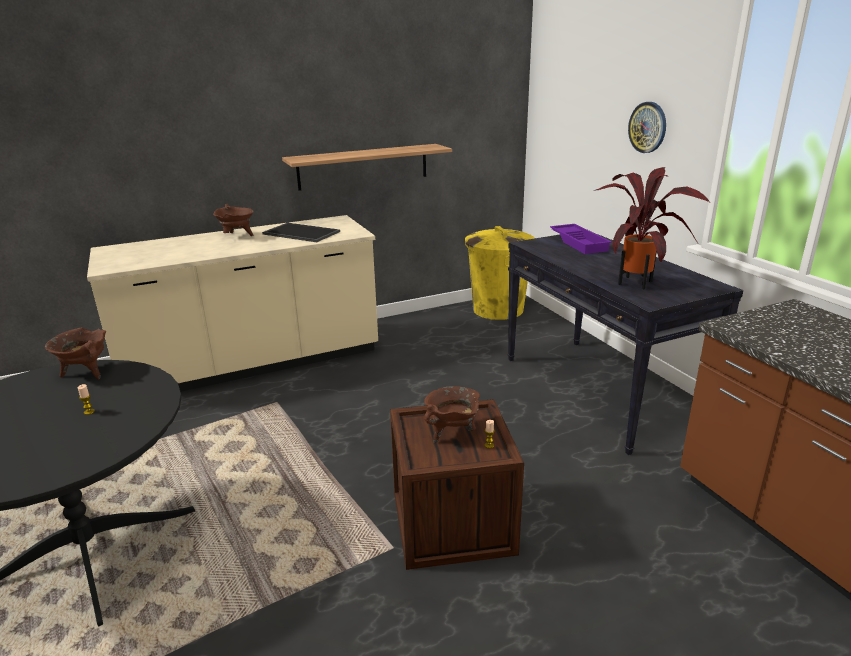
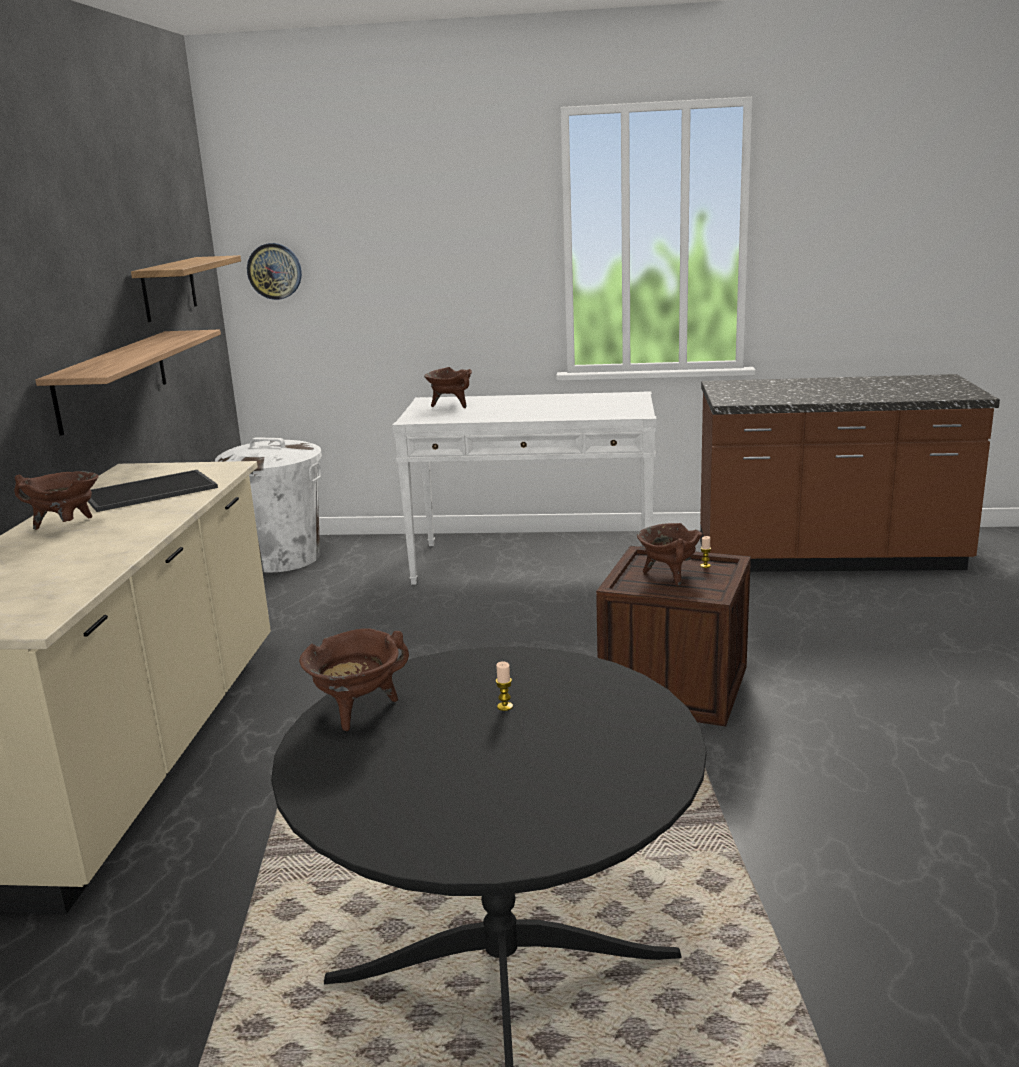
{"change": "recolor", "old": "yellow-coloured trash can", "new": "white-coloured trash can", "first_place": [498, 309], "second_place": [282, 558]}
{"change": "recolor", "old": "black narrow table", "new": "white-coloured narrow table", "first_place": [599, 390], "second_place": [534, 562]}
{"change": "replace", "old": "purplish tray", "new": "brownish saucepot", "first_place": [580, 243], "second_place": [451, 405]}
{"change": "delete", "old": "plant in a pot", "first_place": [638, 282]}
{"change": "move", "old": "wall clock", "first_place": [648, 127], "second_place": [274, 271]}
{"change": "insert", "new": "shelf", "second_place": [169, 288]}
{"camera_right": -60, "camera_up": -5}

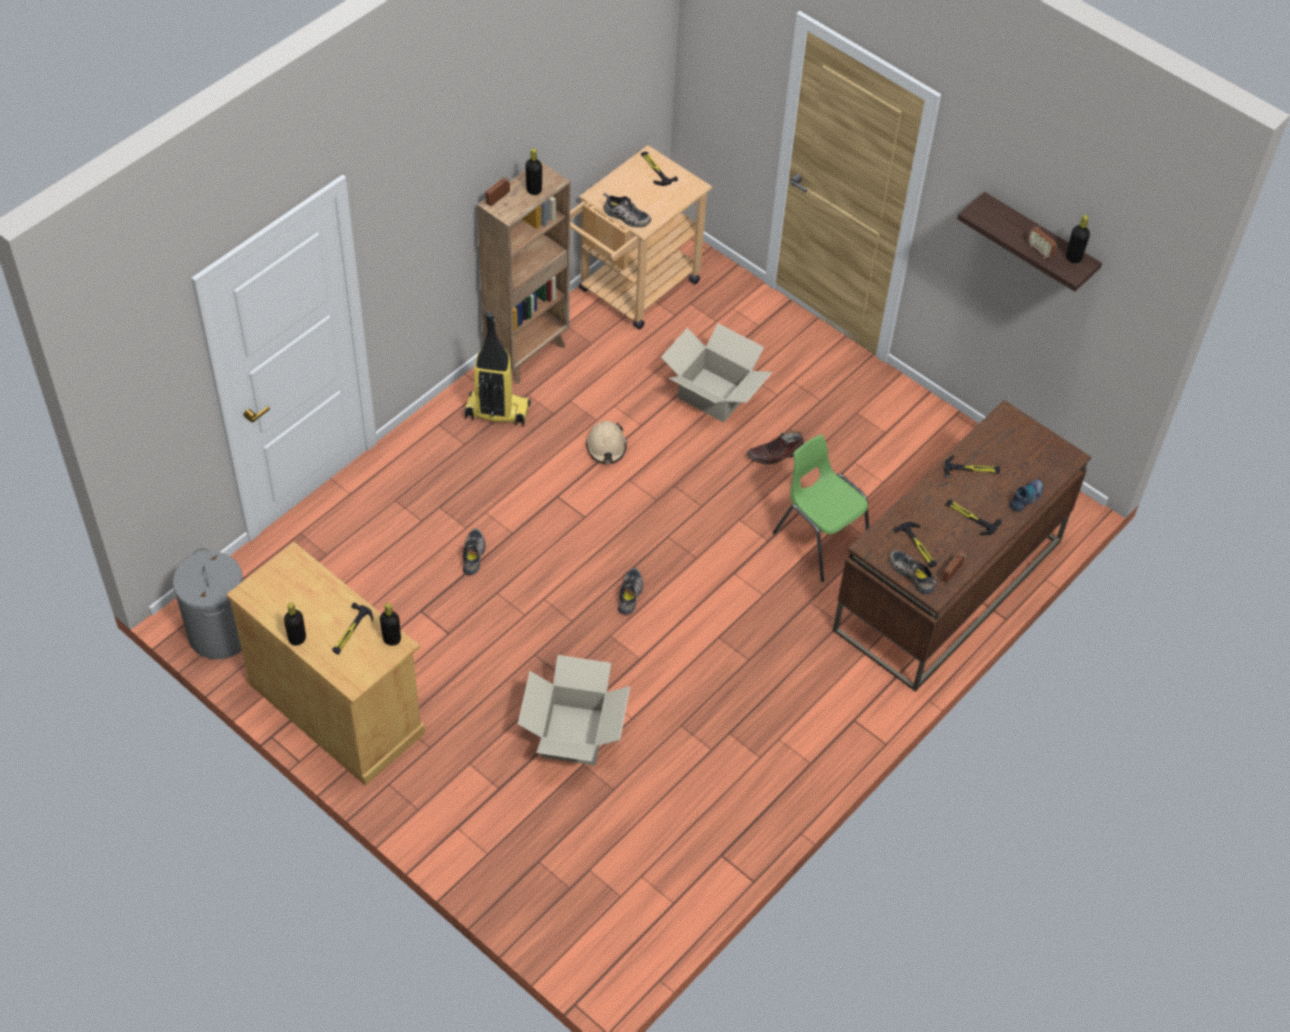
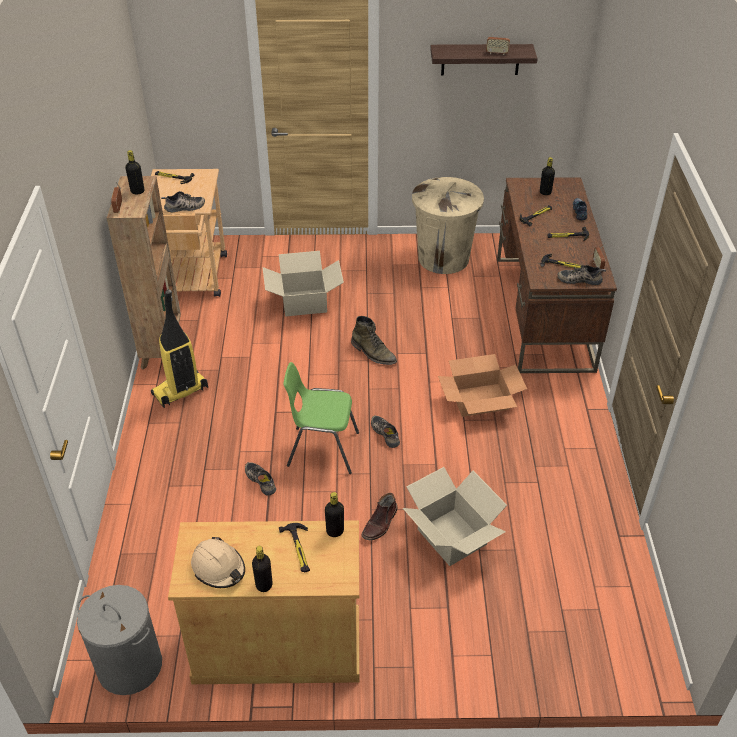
{"change": "move", "old": "beige-coloured work helmet", "first_place": [606, 447], "second_place": [218, 568]}
{"change": "move", "old": "brownish tall boot", "first_place": [775, 454], "second_place": [380, 523]}
{"change": "move", "old": "green chair", "first_place": [820, 540], "second_place": [322, 449]}
{"change": "move", "old": "black beverage bottle", "first_place": [1073, 258], "second_place": [545, 192]}
{"change": "insert", "new": "green tall boot", "second_place": [373, 353]}
{"change": "insert", "new": "beige-coloured trash can", "second_place": [444, 258]}
{"change": "insert", "new": "packing box", "second_place": [480, 400]}
{"camera_right": -40, "camera_up": -10}

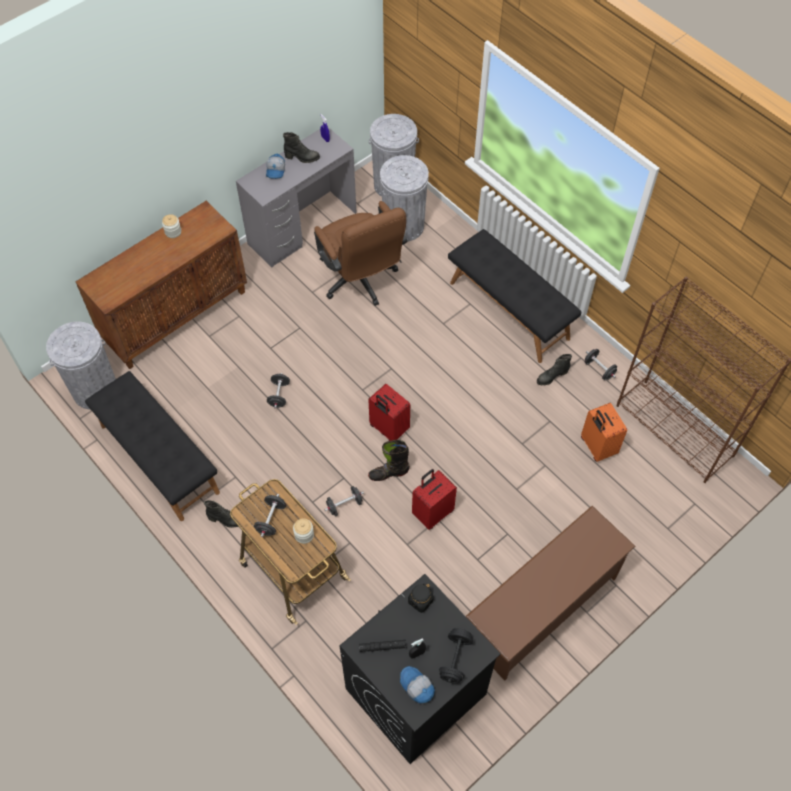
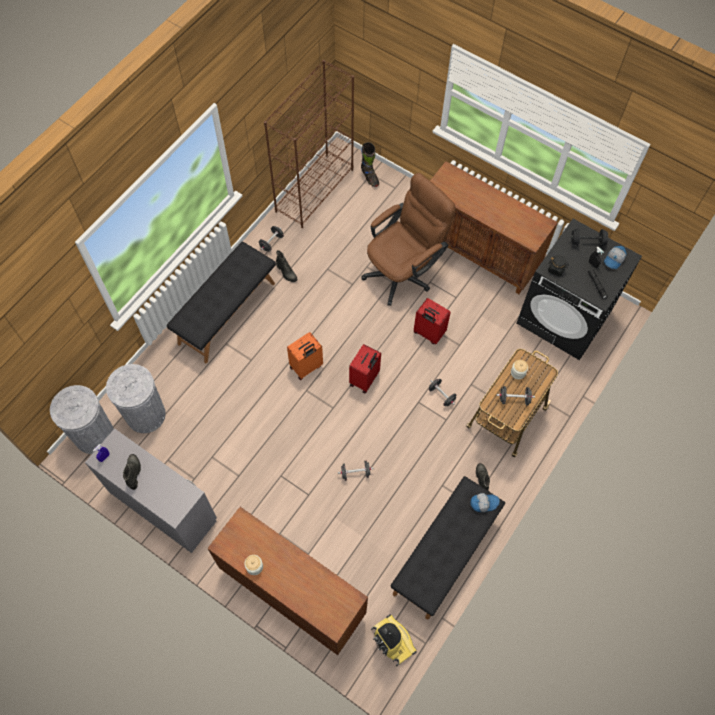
{"change": "replace", "old": "greyish trash can", "new": "vacuum", "first_place": [95, 390], "second_place": [392, 640]}
{"change": "move", "old": "cap", "first_place": [276, 170], "second_place": [483, 503]}
{"change": "move", "old": "brownish desk chair", "first_place": [361, 281], "second_place": [403, 271]}
{"change": "move", "old": "black tall boot", "first_place": [388, 473], "second_place": [369, 177]}
{"change": "replace", "old": "brownish shoe rack", "new": "brownish cupboard", "first_place": [541, 608], "second_place": [479, 253]}
{"change": "move", "old": "orange-coloured travel case", "first_place": [597, 447], "second_place": [306, 367]}
{"camera_right": -105, "camera_up": 5}

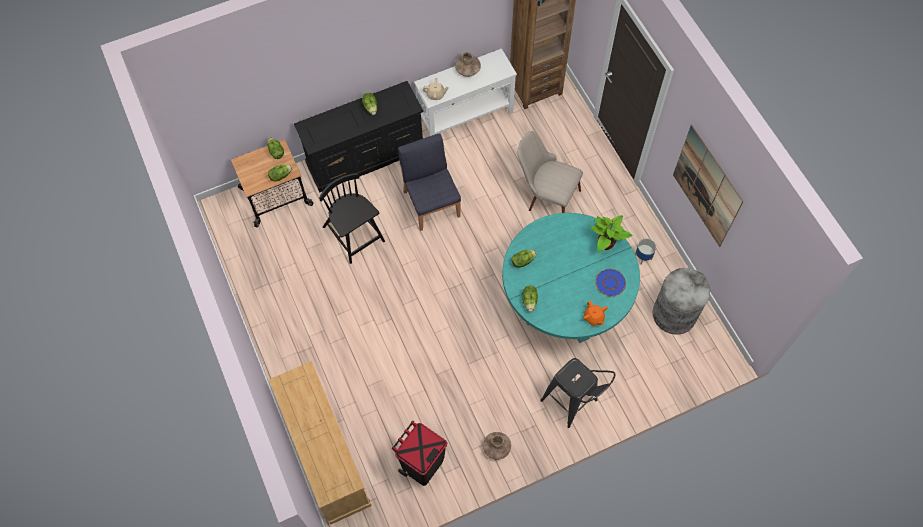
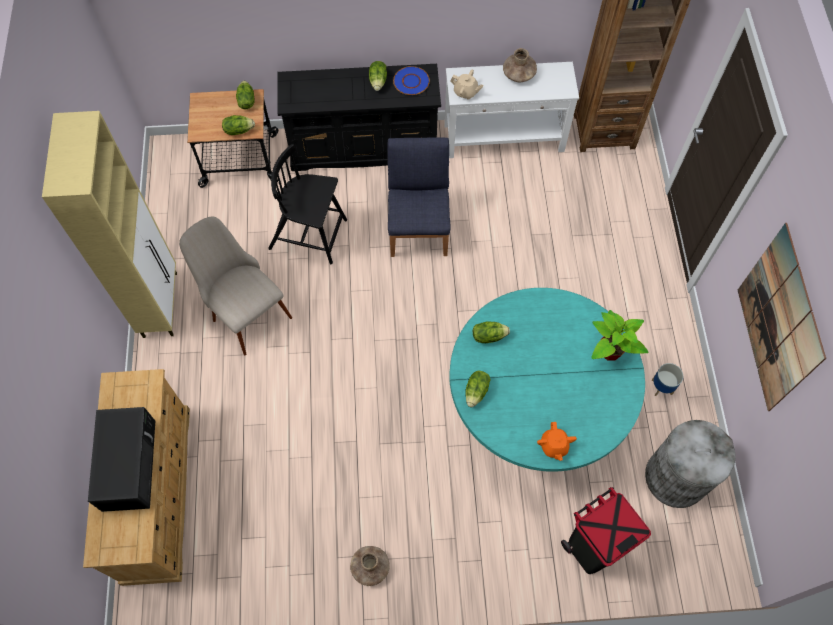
{"change": "rotate", "old": "black chair", "first_place": [354, 235], "second_place": [309, 235], "degrees": -60}
{"change": "move", "old": "black trash can", "first_place": [422, 465], "second_place": [593, 546]}
{"change": "move", "old": "beige-coloured chair", "first_place": [546, 196], "second_place": [244, 310]}
{"change": "delete", "old": "black sitting stool", "first_place": [573, 404]}
{"change": "move", "old": "bluish dinner plate", "first_place": [610, 282], "second_place": [411, 81]}
{"change": "insert", "new": "beige-coloured cupboard", "second_place": [160, 303]}
{"change": "insert", "new": "black microwave", "second_place": [128, 463]}
{"camera_right": 20, "camera_up": 0}

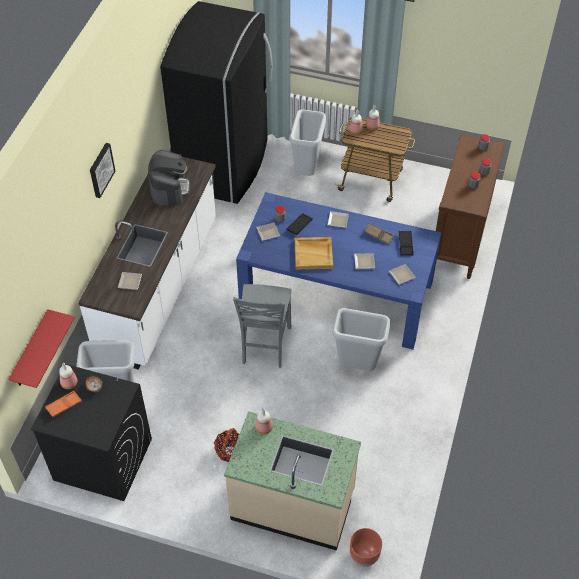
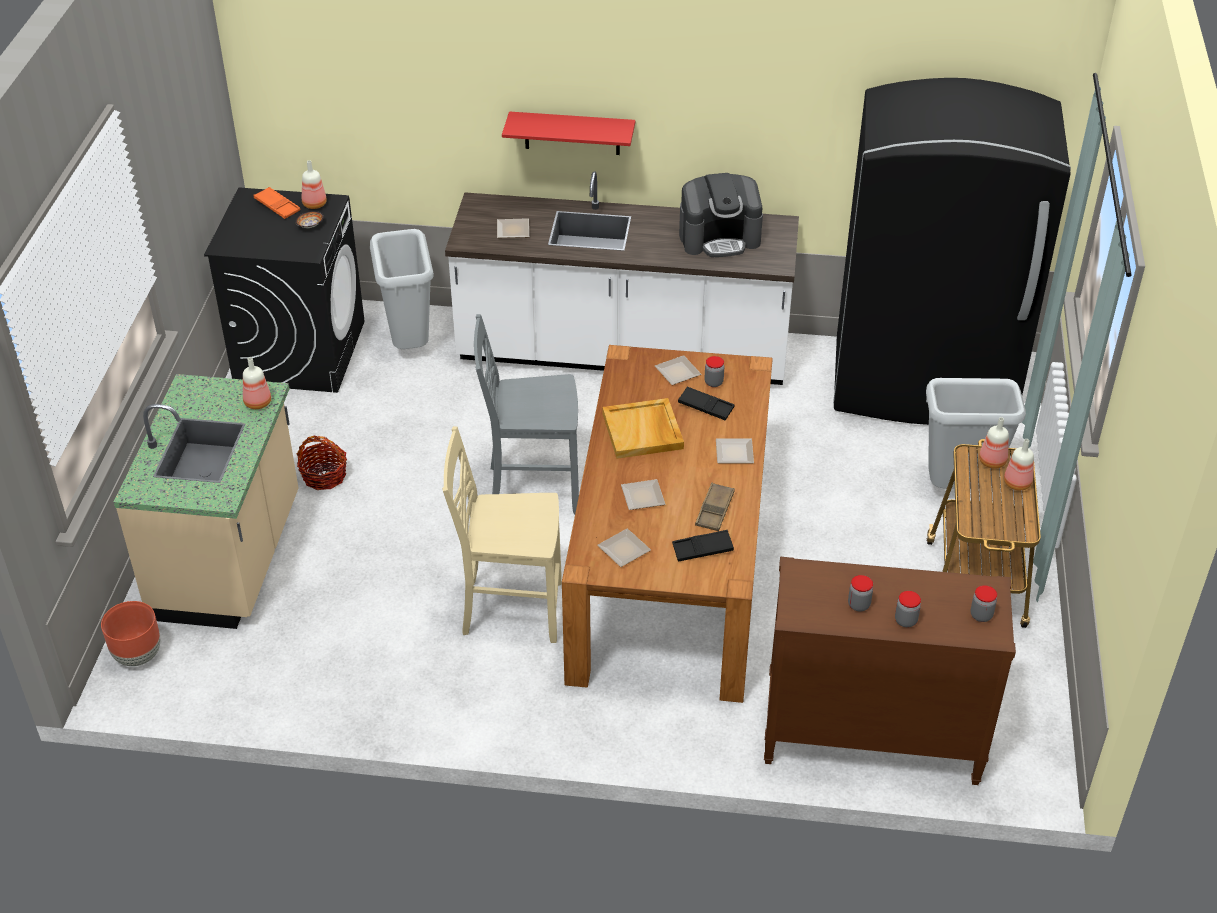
{"change": "move", "old": "red-coloured shelf", "first_place": [31, 351], "second_place": [572, 133]}
{"change": "delete", "old": "wall picture", "first_place": [100, 170]}
{"change": "recolor", "old": "bluish dining table", "new": "brownish dining table", "first_place": [336, 293], "second_place": [670, 565]}
{"change": "replace", "old": "greyish trash can", "new": "beige-coloured chair", "first_place": [357, 367], "second_place": [510, 609]}
{"camera_right": 80, "camera_up": -10}

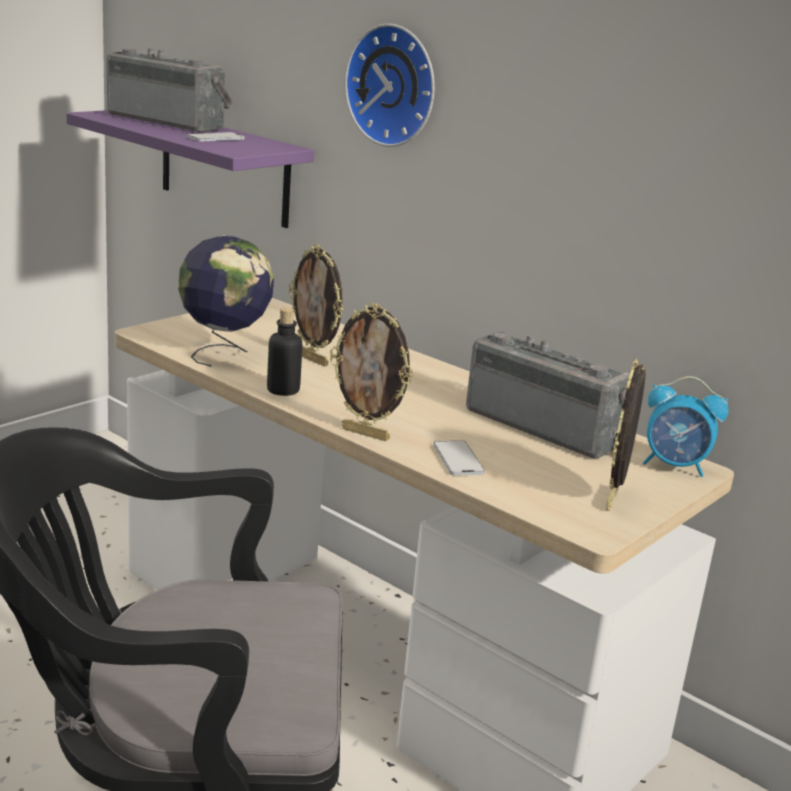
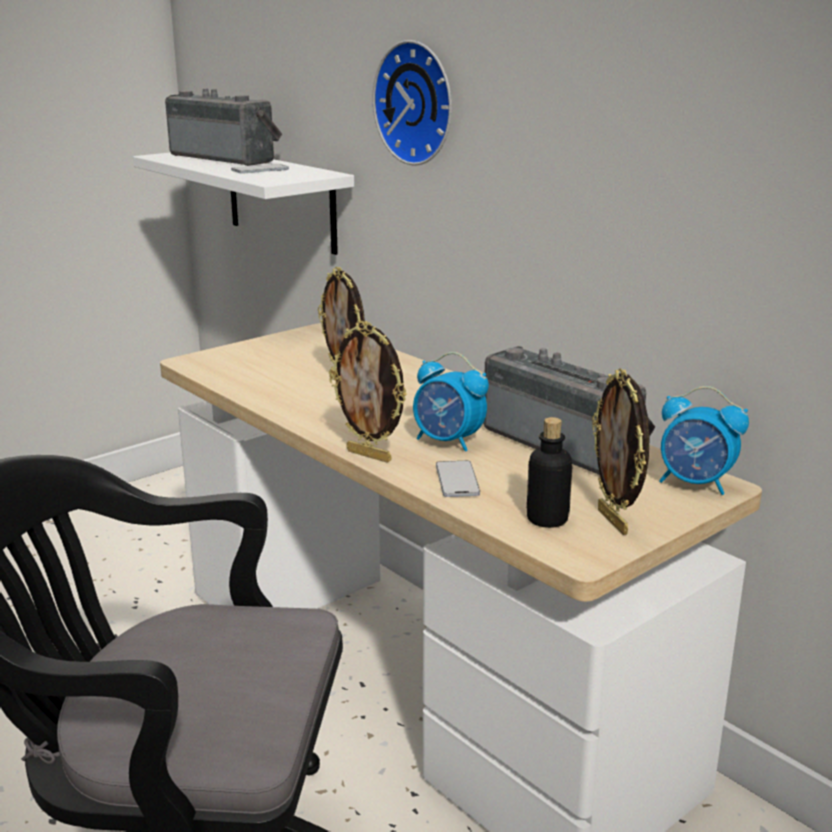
{"change": "recolor", "old": "purplish shelf", "new": "white-coloured shelf", "first_place": [224, 168], "second_place": [281, 199]}
{"change": "delete", "old": "world globe", "first_place": [224, 353]}
{"change": "move", "old": "beverage bottle", "first_place": [283, 390], "second_place": [547, 519]}
{"change": "rotate", "old": "picture frame", "first_place": [614, 500], "second_place": [614, 521], "degrees": -45}
{"change": "insert", "new": "table clock", "second_place": [448, 442]}
{"camera_right": 10, "camera_up": 0}

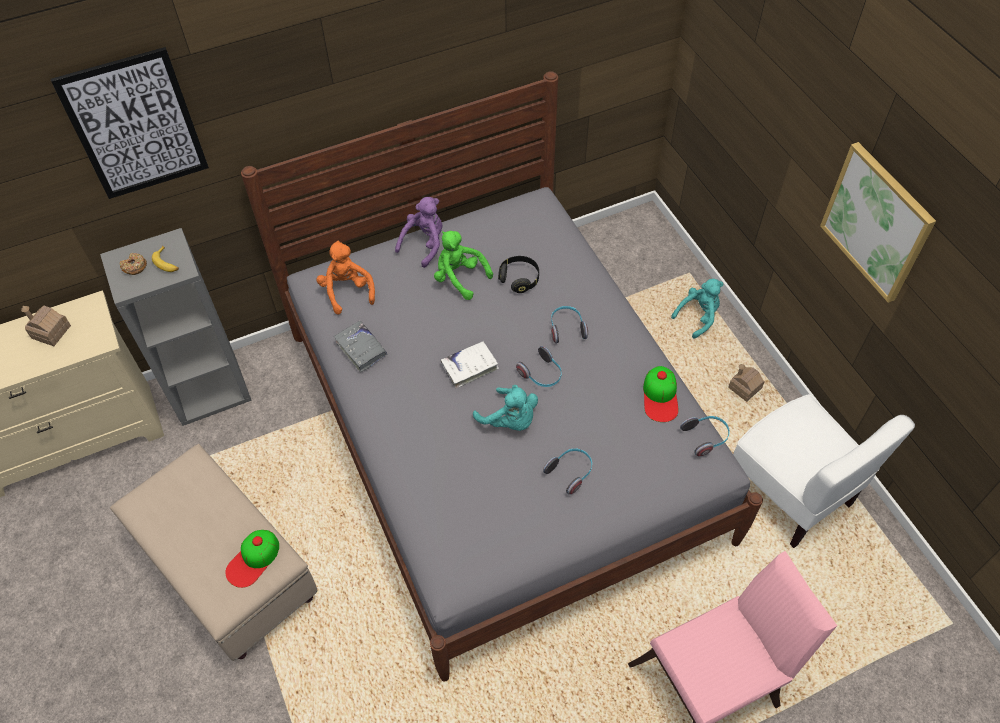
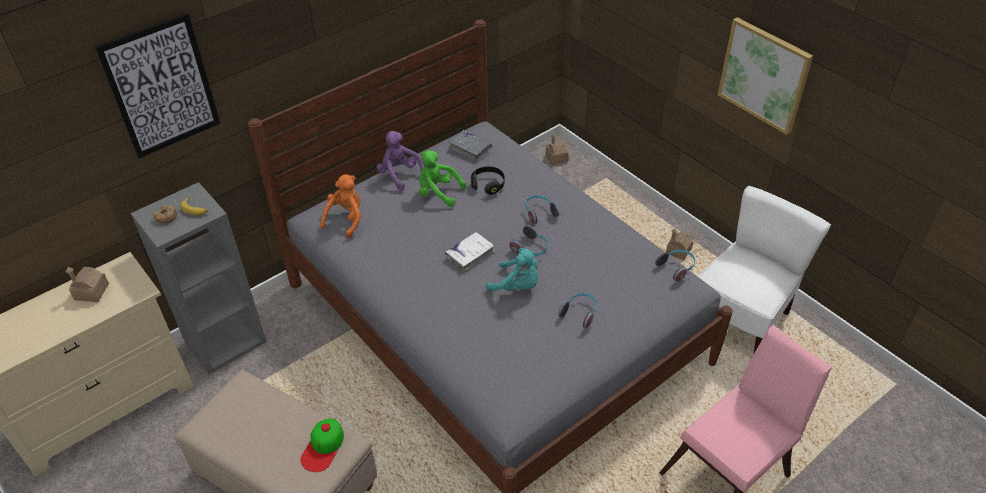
{"change": "rotate", "old": "orange-coloured soft toy", "first_place": [347, 291], "second_place": [346, 219], "degrees": 60}
{"change": "move", "old": "greyish book", "first_place": [361, 349], "second_place": [470, 148]}
{"change": "rotate", "old": "purplish soft toy", "first_place": [424, 244], "second_place": [400, 174], "degrees": -60}
{"change": "delete", "old": "cap", "first_place": [660, 396]}
{"change": "delete", "old": "turquoise soft toy", "first_place": [698, 317]}
{"change": "rotate", "old": "white-coloured chair", "first_place": [790, 493], "second_place": [740, 318], "degrees": -90}
{"change": "insert", "new": "model house", "second_place": [556, 157]}
{"camera_right": -15, "camera_up": -10}

